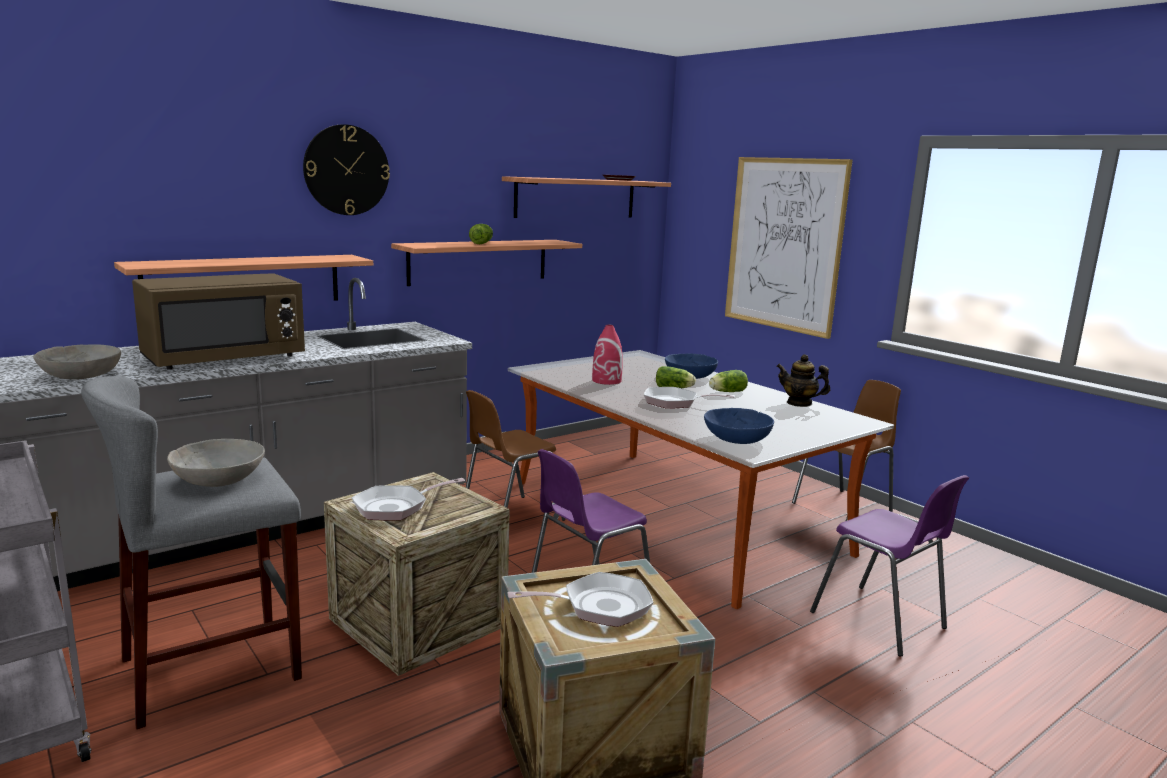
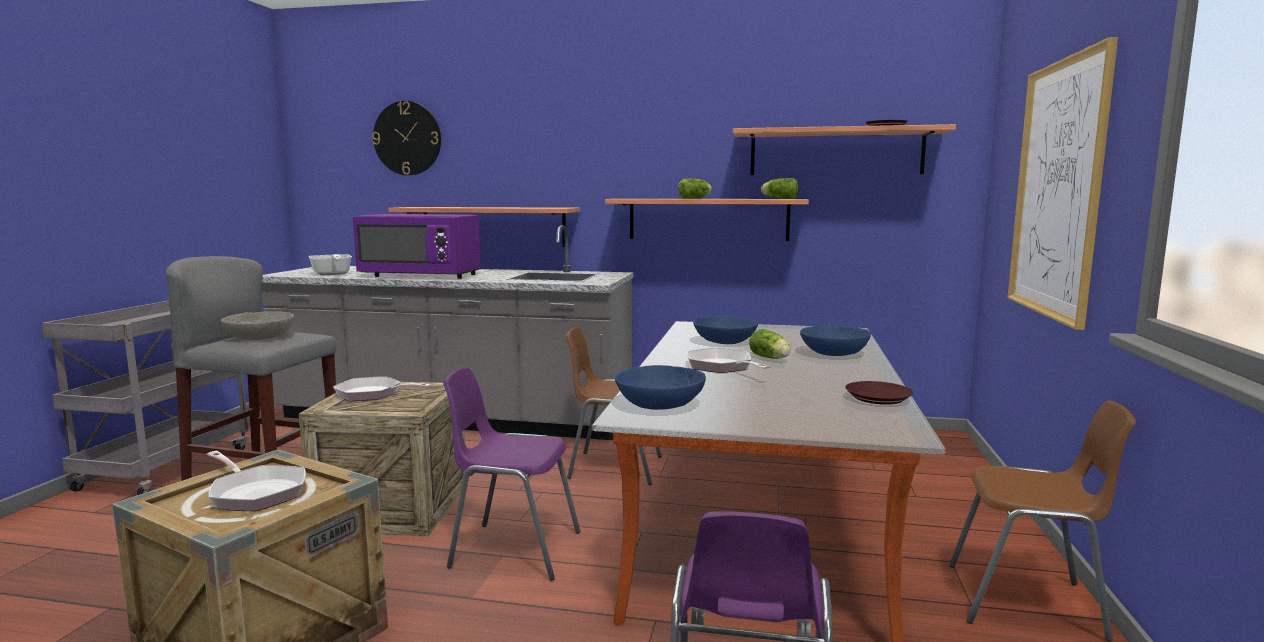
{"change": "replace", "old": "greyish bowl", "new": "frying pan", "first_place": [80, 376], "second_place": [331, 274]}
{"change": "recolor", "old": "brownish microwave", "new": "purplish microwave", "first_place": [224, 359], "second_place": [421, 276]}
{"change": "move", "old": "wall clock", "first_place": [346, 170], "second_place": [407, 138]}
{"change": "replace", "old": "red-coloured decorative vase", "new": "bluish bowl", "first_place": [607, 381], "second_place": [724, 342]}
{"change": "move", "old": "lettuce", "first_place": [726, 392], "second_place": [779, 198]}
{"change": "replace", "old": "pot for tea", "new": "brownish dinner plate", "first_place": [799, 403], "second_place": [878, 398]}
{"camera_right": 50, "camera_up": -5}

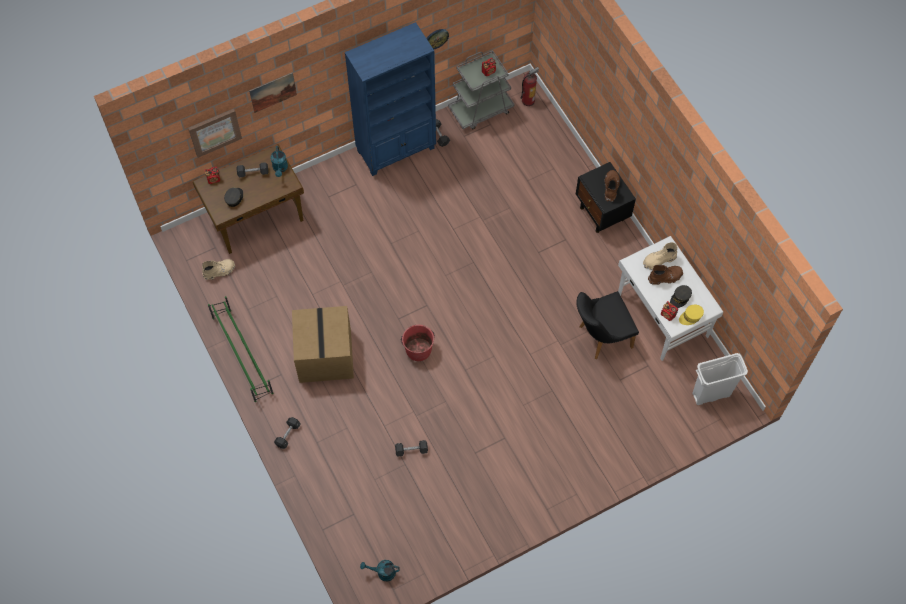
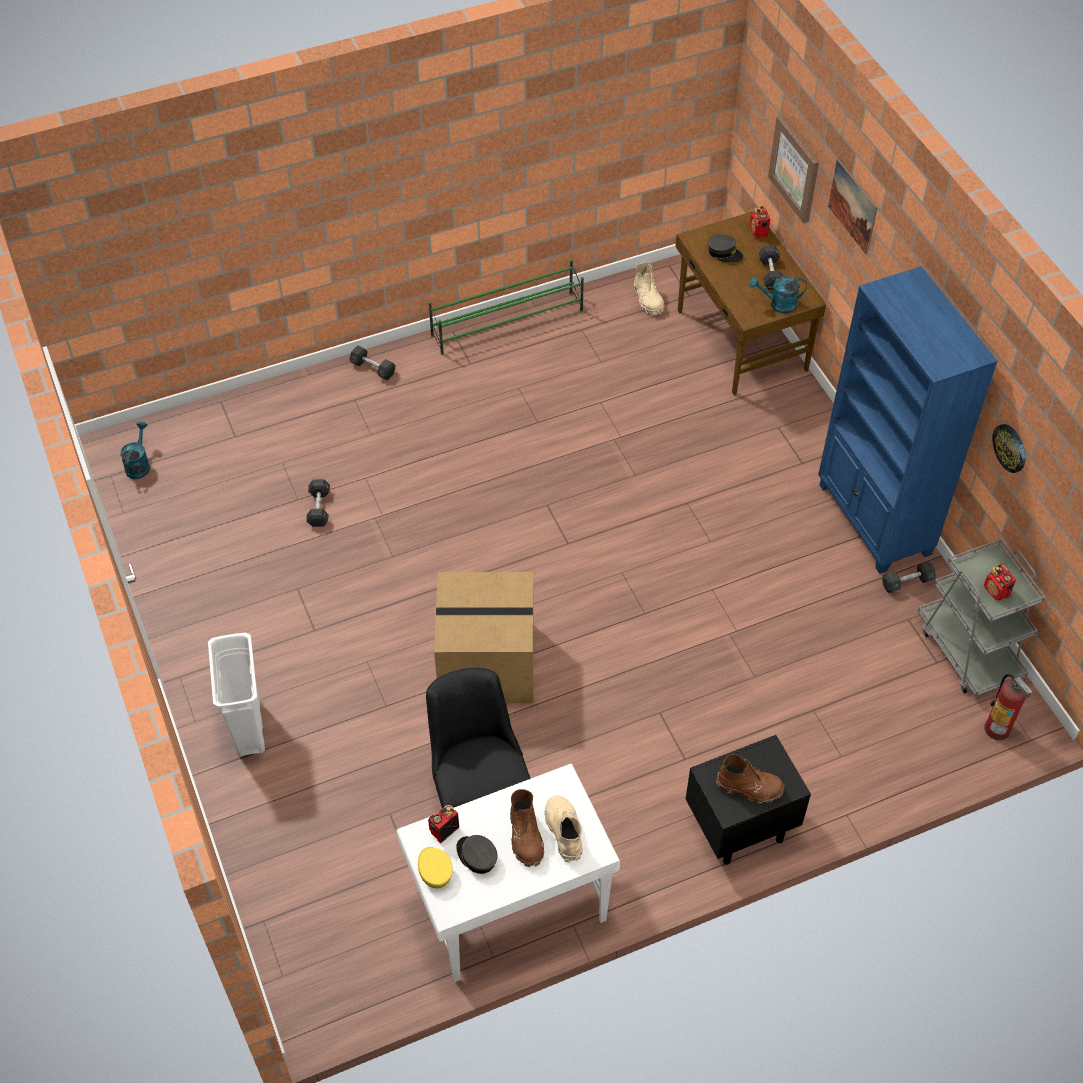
{"change": "move", "old": "packing box", "first_place": [326, 356], "second_place": [485, 664]}
{"change": "delete", "old": "red-coloured bucket", "first_place": [418, 349]}
{"change": "move", "old": "white-coloured trash can", "first_place": [711, 394], "second_place": [248, 727]}
{"camera_right": 95, "camera_up": -10}

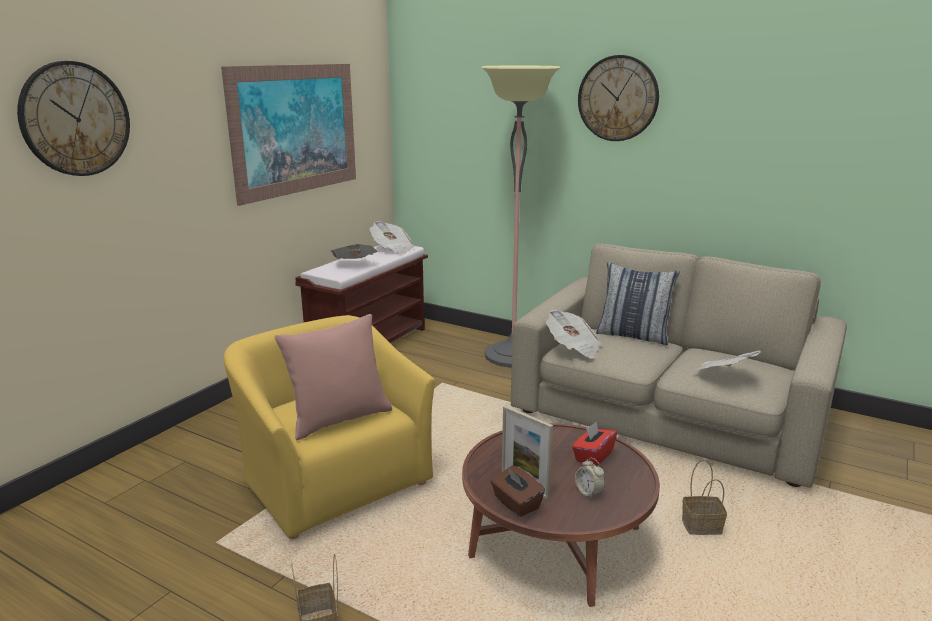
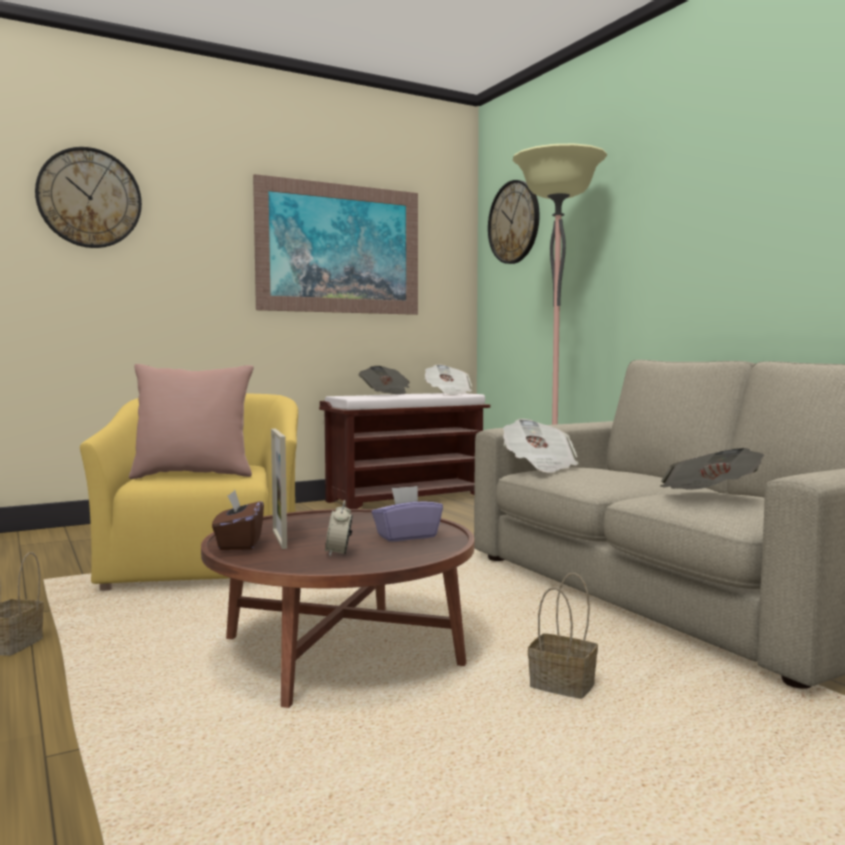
{"change": "recolor", "old": "red-coloured tissue box", "new": "purplish tissue box", "first_place": [593, 457], "second_place": [406, 536]}
{"change": "move", "old": "wall clock", "first_place": [618, 98], "second_place": [514, 222]}
{"change": "delete", "old": "cushion", "first_place": [633, 336]}
{"camera_right": 30, "camera_up": -15}

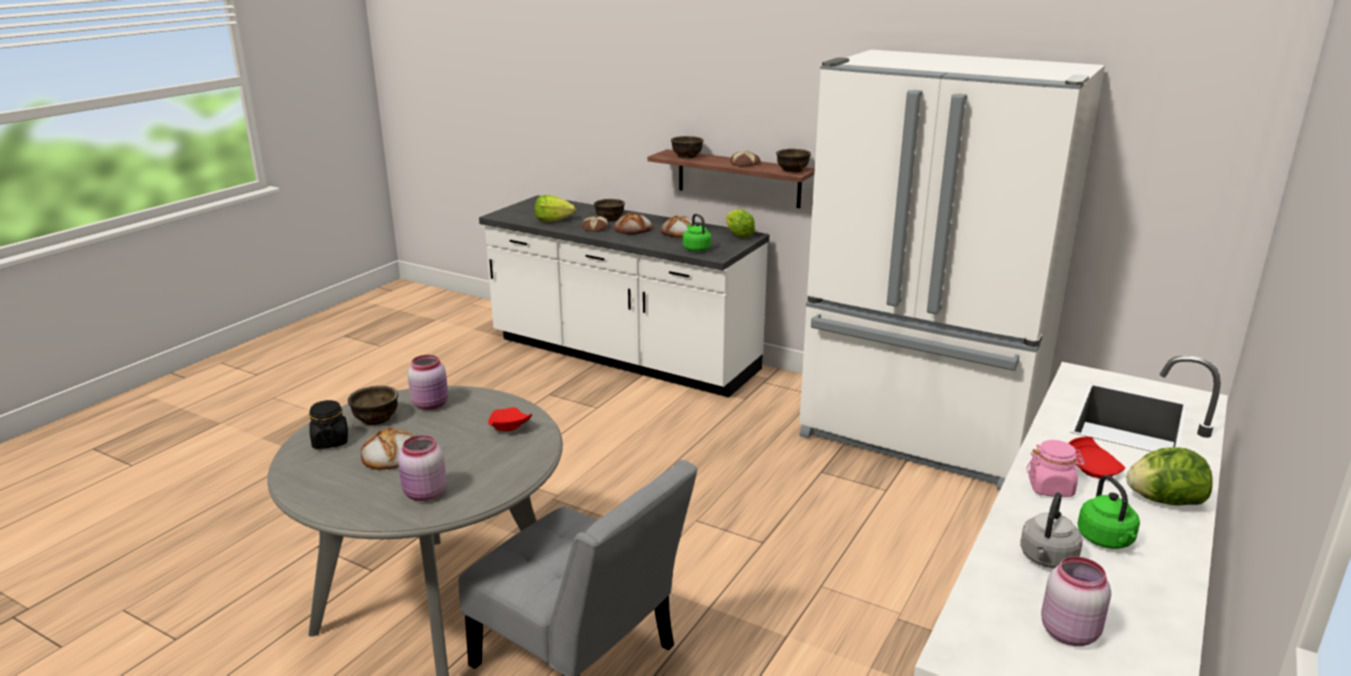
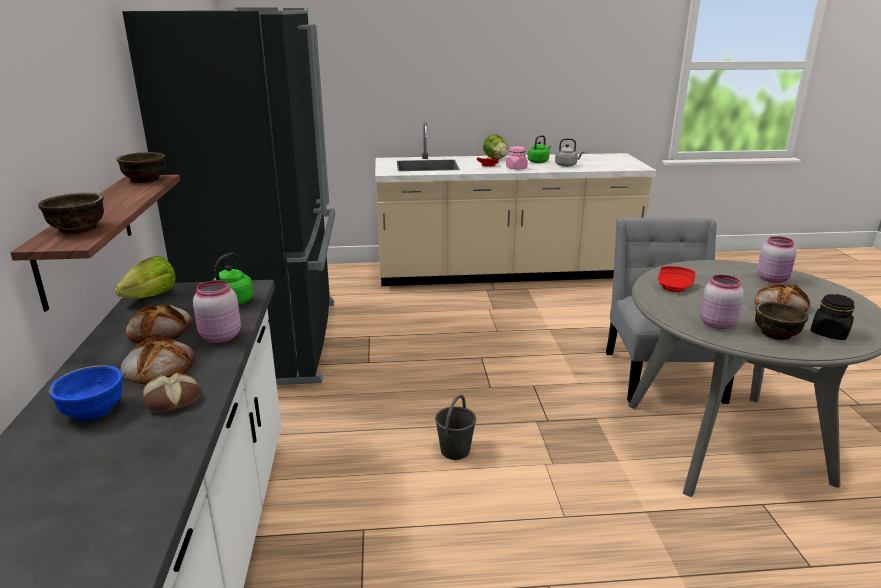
{"change": "delete", "old": "lettuce", "first_place": [553, 220]}
{"change": "recolor", "old": "brownish bowl", "new": "bluish bowl", "first_place": [610, 218], "second_place": [93, 410]}
{"change": "delete", "old": "bread", "first_place": [745, 164]}
{"change": "recolor", "old": "white-coloured refrigerator", "new": "black refrigerator", "first_place": [918, 436], "second_place": [275, 341]}
{"change": "move", "old": "pinkish preserve jar", "first_place": [1069, 631], "second_place": [219, 337]}
{"change": "insert", "new": "greyish bucket", "second_place": [455, 450]}
{"camera_right": -125, "camera_up": 0}

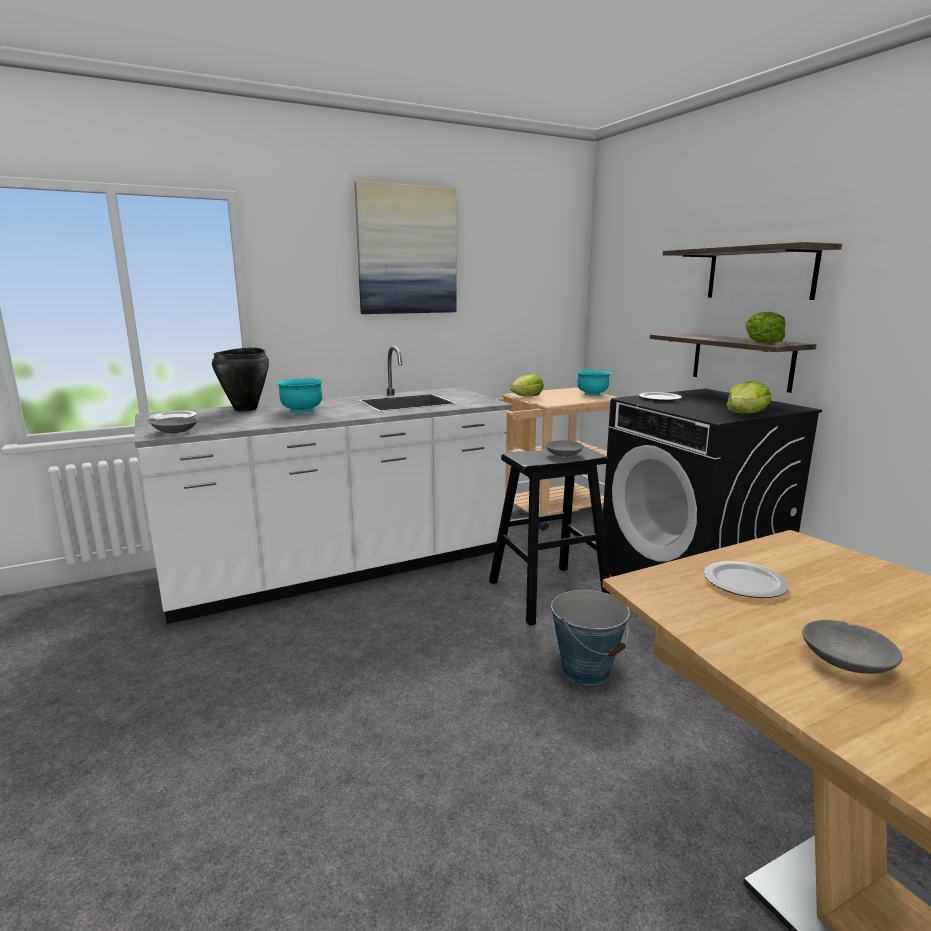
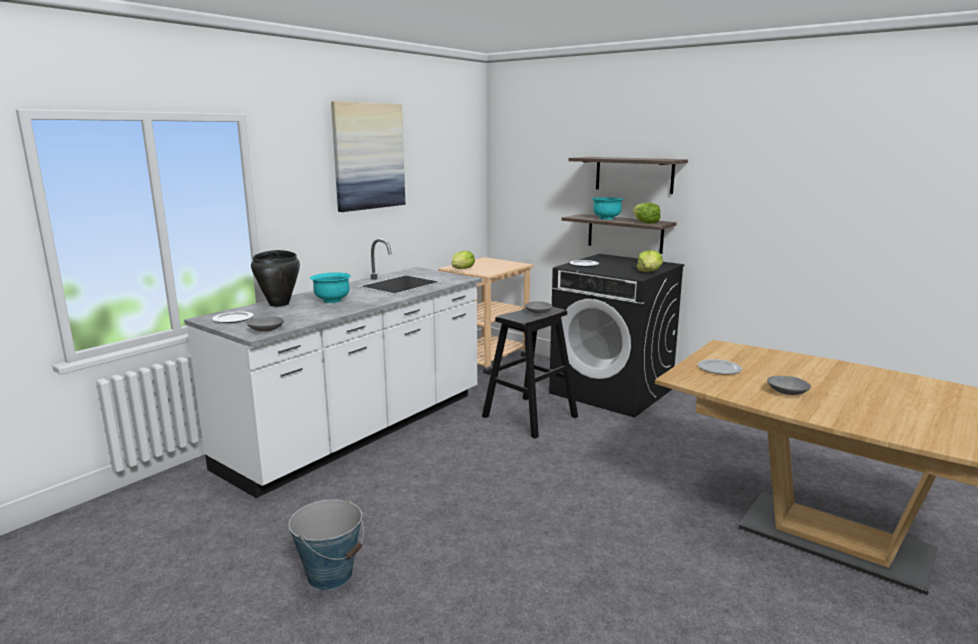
{"change": "move", "old": "bucket", "first_place": [586, 670], "second_place": [330, 575]}
{"change": "move", "old": "turquoise bowl", "first_place": [592, 394], "second_place": [606, 218]}
{"camera_right": -25, "camera_up": 0}

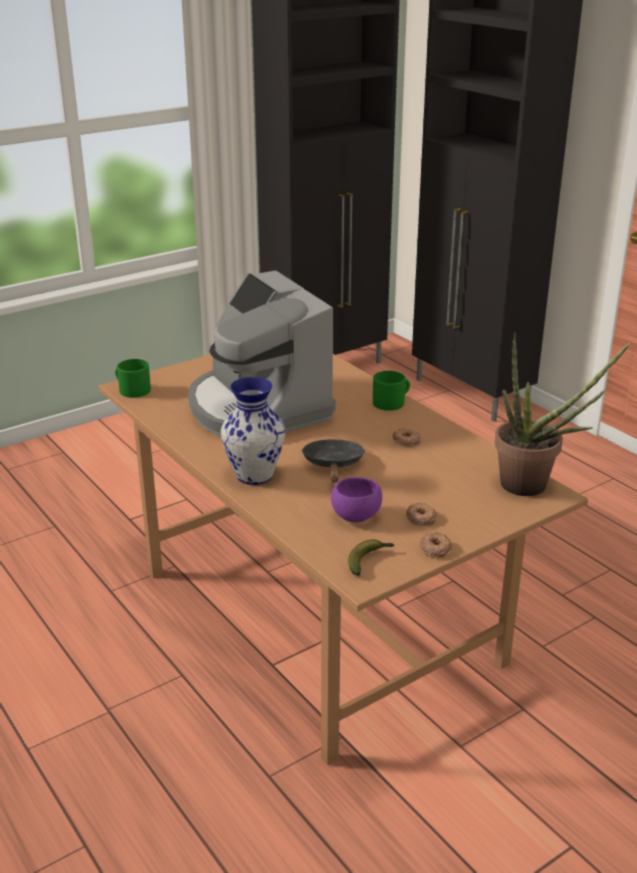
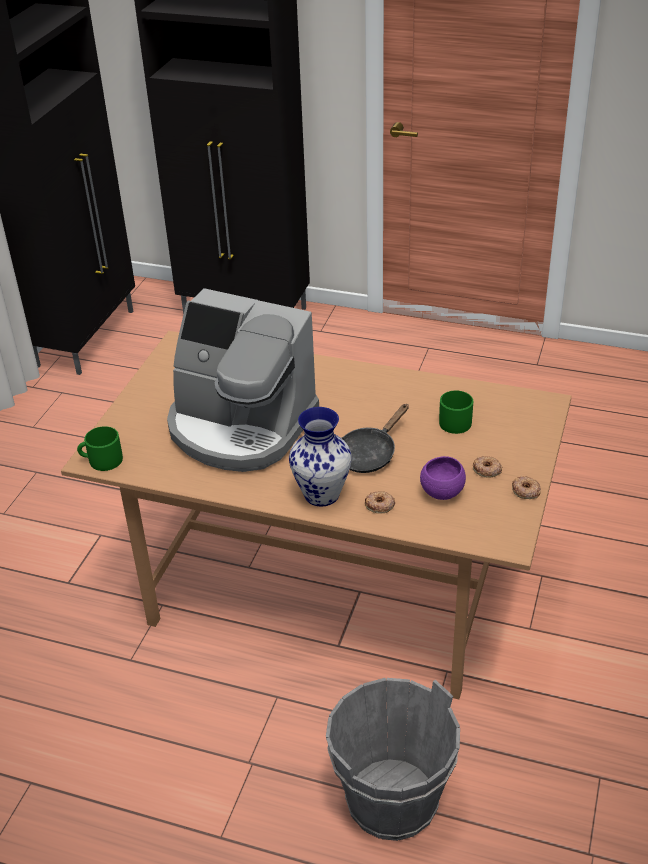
{"change": "rotate", "old": "black frying pan", "first_place": [333, 465], "second_place": [370, 454], "degrees": -105}
{"change": "delete", "old": "banana", "first_place": [369, 560]}
{"change": "move", "old": "green coffee mug", "first_place": [392, 402], "second_place": [456, 420]}
{"change": "move", "old": "donut", "first_place": [406, 441], "second_place": [379, 505]}
{"change": "delete", "old": "plant in a pot", "first_place": [533, 487]}
{"change": "insert", "new": "greyish bucket", "second_place": [391, 800]}
{"camera_right": -35, "camera_up": 10}

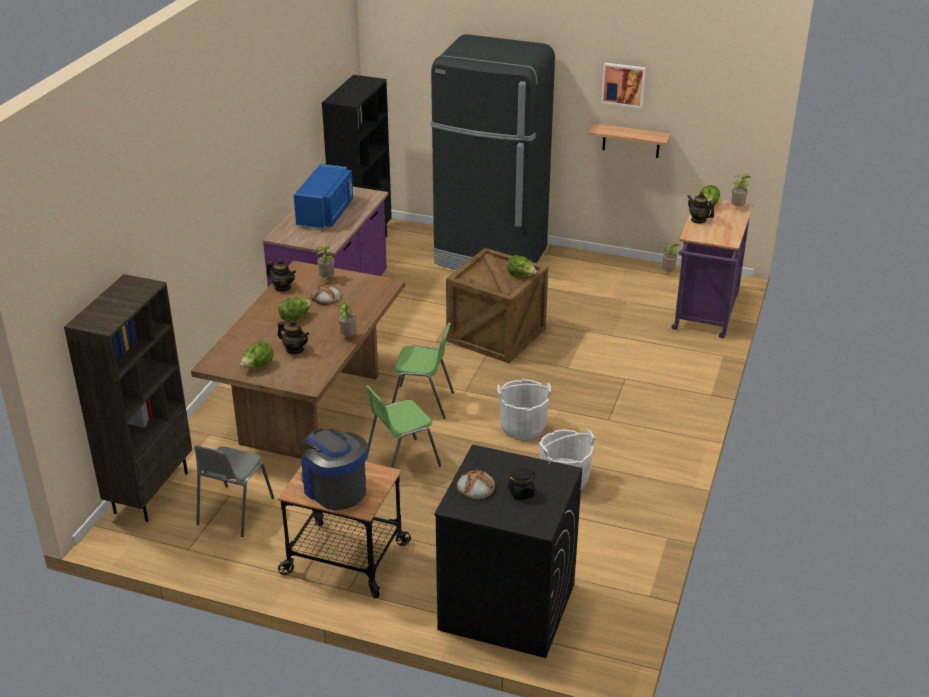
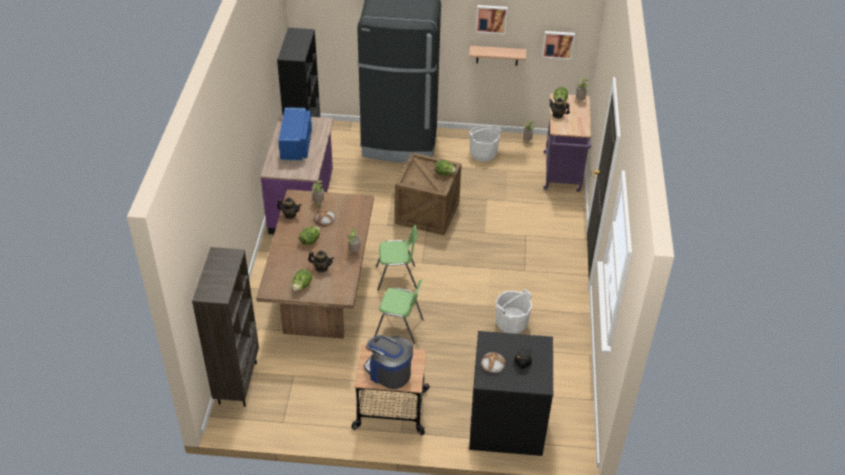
{"change": "delete", "old": "greyish chair", "first_place": [234, 511]}
{"change": "rotate", "old": "green chair", "first_place": [401, 462], "second_place": [400, 328], "degrees": -120}
{"change": "move", "old": "white-coloured bucket", "first_place": [523, 427], "second_place": [483, 153]}
{"change": "insert", "new": "wall picture", "second_place": [558, 44]}
{"camera_right": -15, "camera_up": 10}

